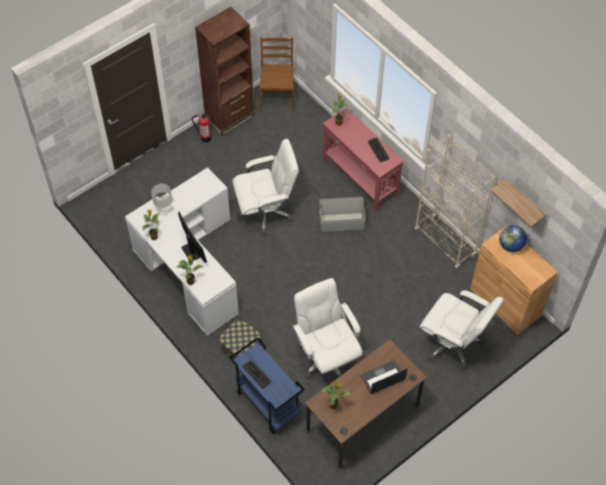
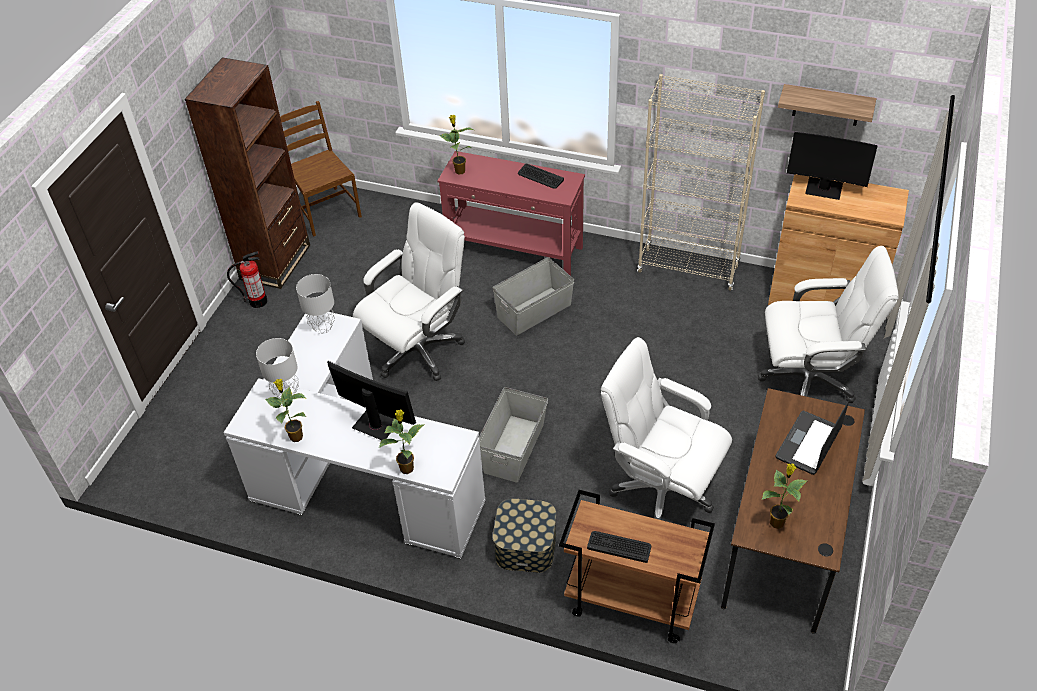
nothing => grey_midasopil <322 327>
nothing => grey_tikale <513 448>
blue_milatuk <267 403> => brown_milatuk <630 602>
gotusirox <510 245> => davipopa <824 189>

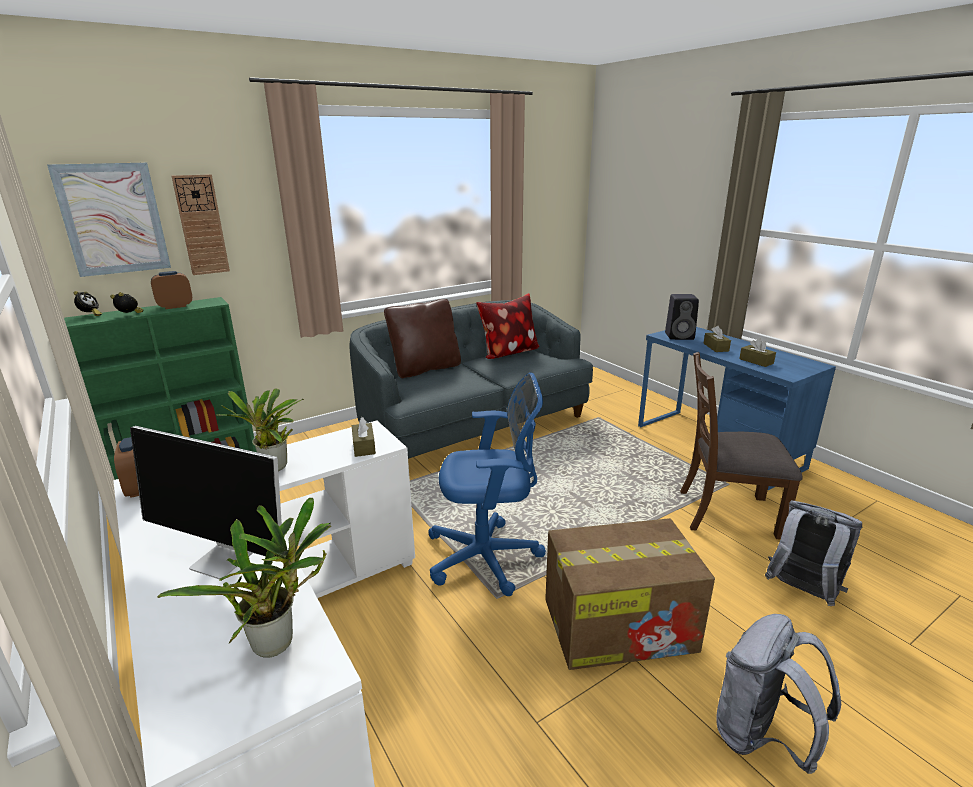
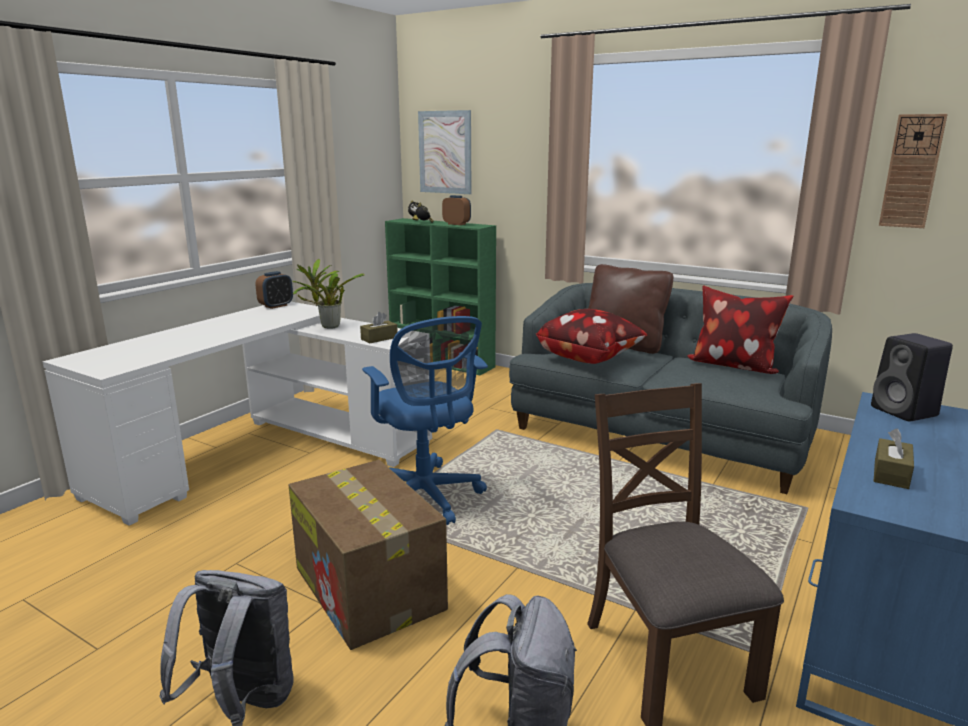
nothing => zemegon <589 358>
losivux <201 225> => losivux <911 171>, moved
davipopa <225 559> => nothing
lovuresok <279 641> => nothing
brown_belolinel <716 347> => nothing

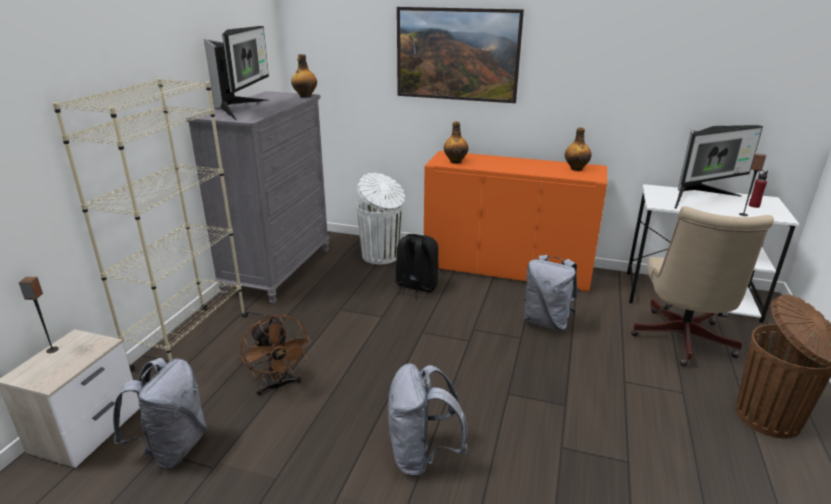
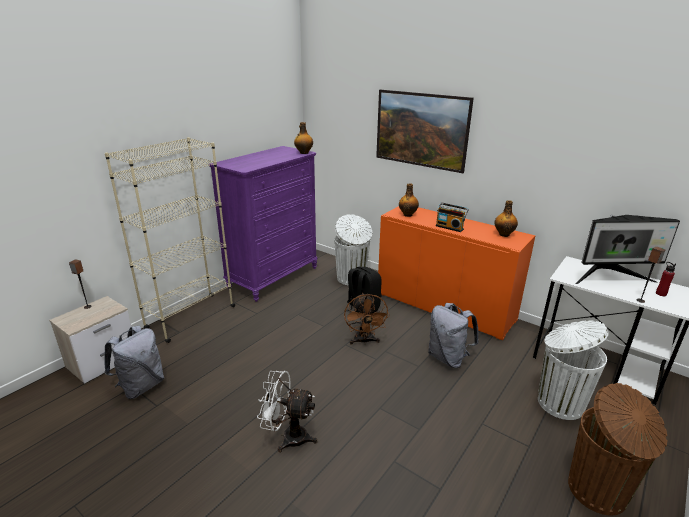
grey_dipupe <278 271> => purple_dipupe <273 277>
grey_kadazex <422 456> => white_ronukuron <288 437>
brown_ronukuron <278 386> => brown_ronukuron <364 341>, moved
nothing => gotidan <450 227>
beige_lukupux <681 342> => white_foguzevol <558 403>
davipopa <242 109> => nothing

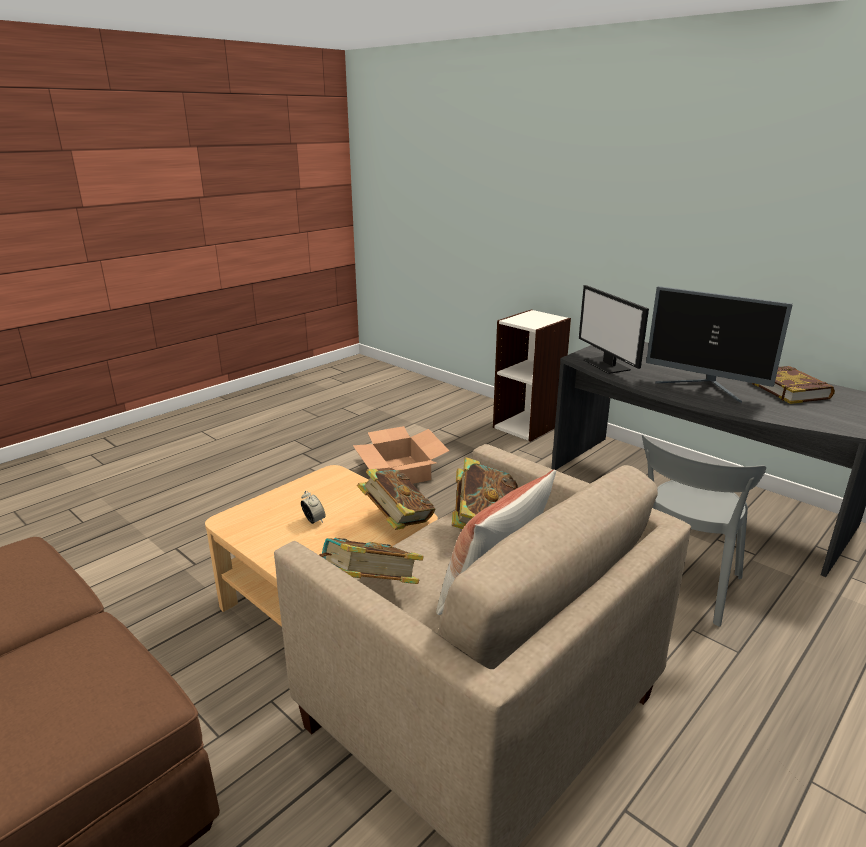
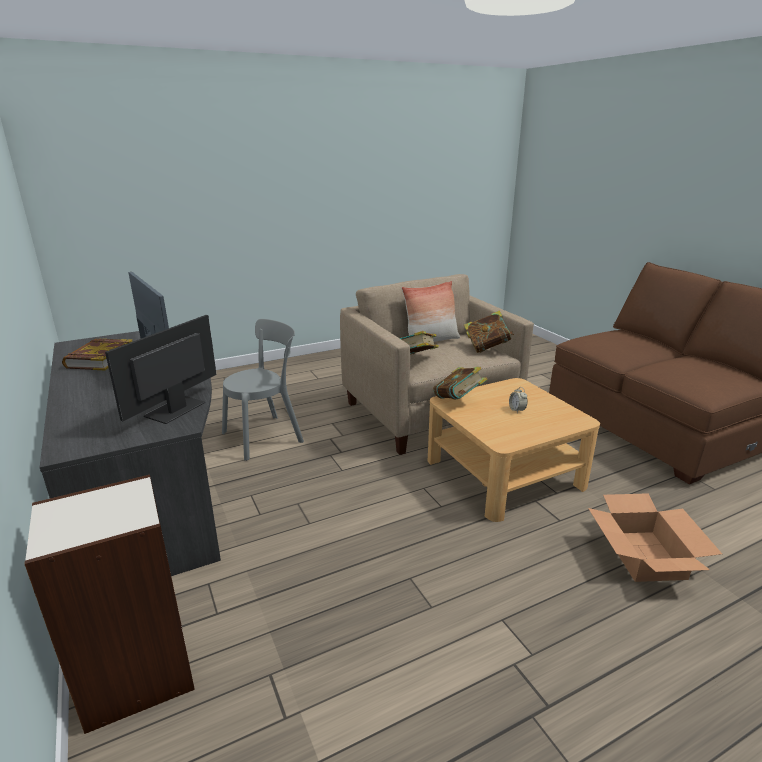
davipopa <607 365> => davipopa <175 410>, 150 degrees counterclockwise
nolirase <401 471> => nolirase <644 555>, moved

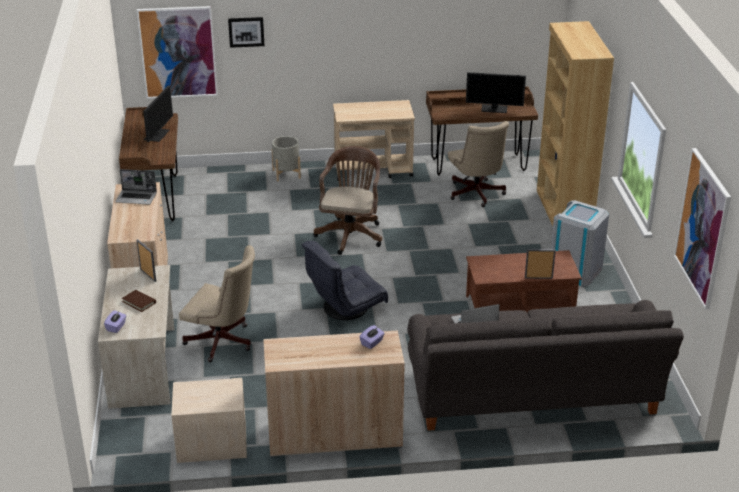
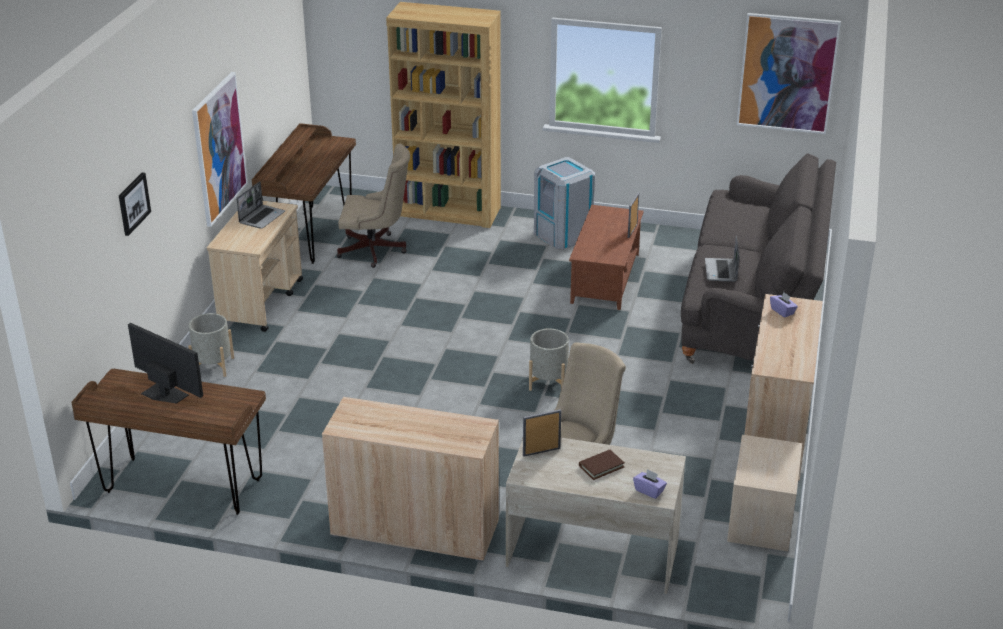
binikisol <178 52> => binikisol <219 148>, moved
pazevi <137 198> => pazevi <262 217>, moved
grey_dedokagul <345 307> => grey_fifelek <548 382>
brown_lukupux <350 234> => nothing
davipopa <494 109> => nothing

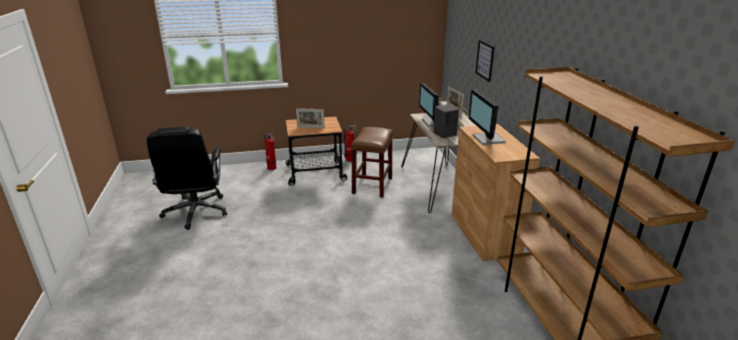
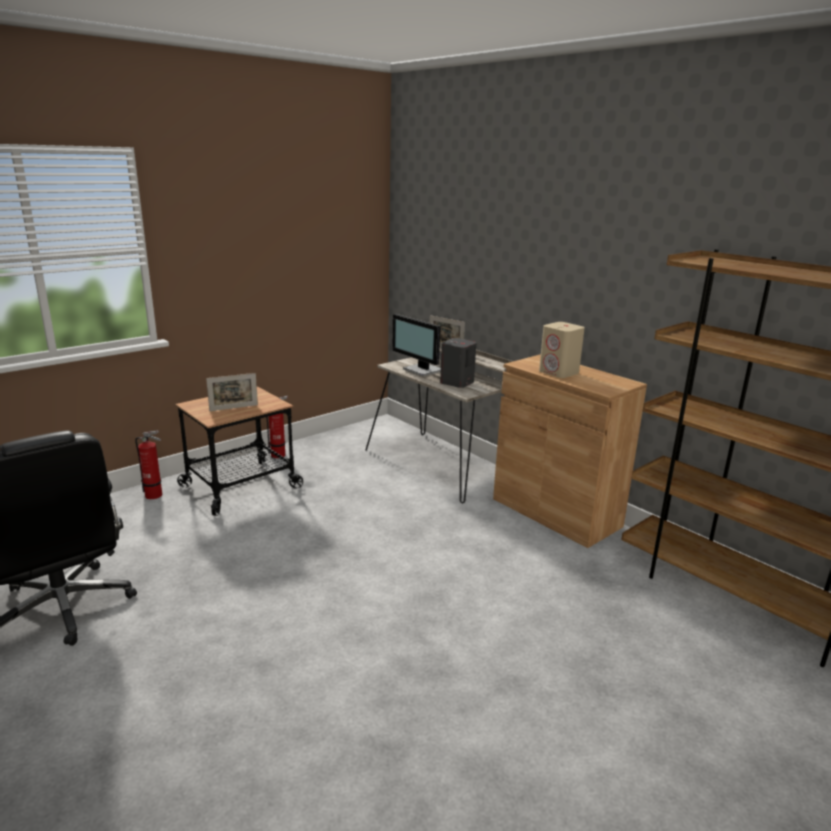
davipopa <487 139> => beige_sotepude <559 372>
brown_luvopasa <372 185> => nothing
binikisol <485 60> => nothing

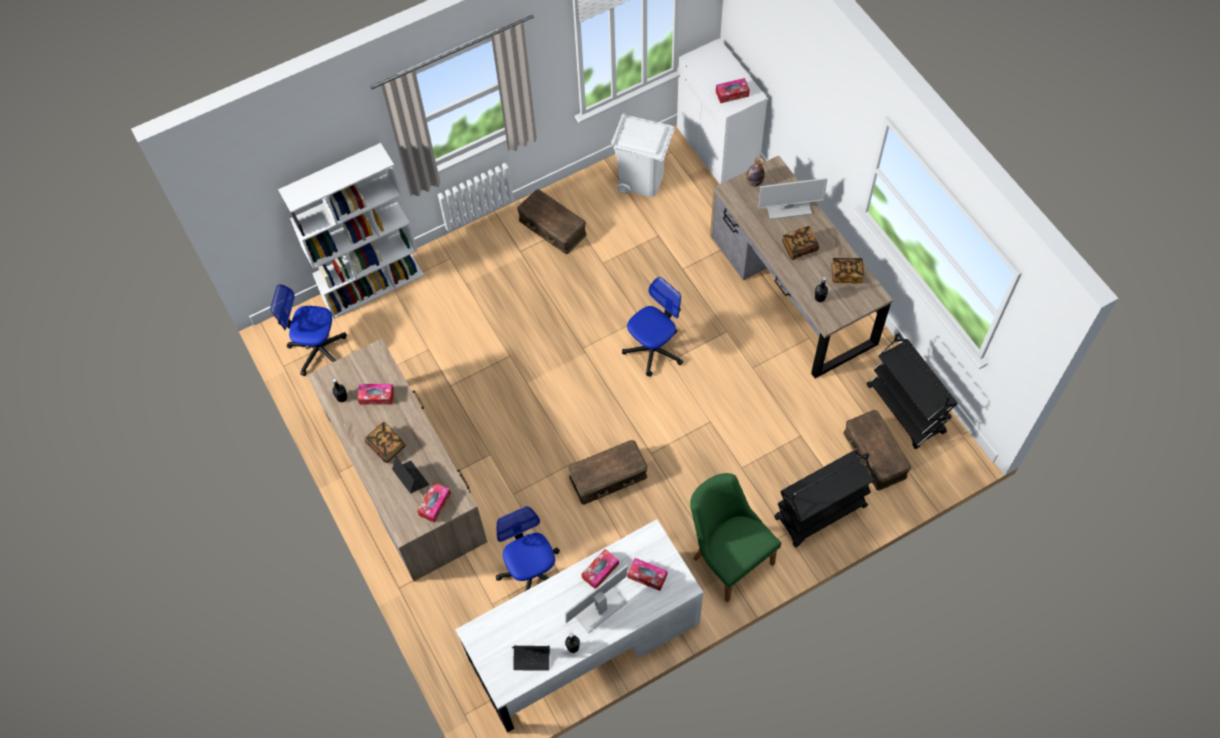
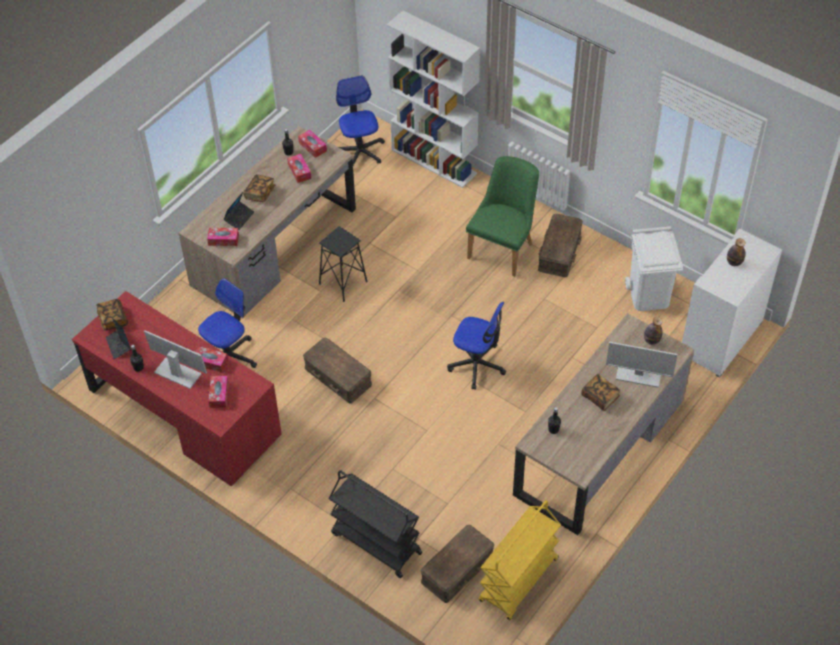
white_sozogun <584 641> => red_sozogun <184 412>
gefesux <846 274> => gefesux <113 319>, moved
belolinel <732 94> => belolinel <312 147>, moved
nothing => black_luvopasa <343 283>
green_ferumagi <727 556> => green_ferumagi <504 247>, moved
black_milatuk <906 409> => yellow_milatuk <519 581>
davipopa <788 208> => davipopa <638 375>, 45 degrees counterclockwise
nothing => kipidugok <734 262>

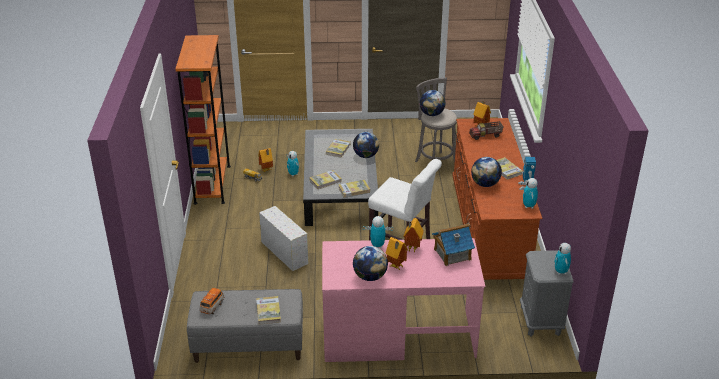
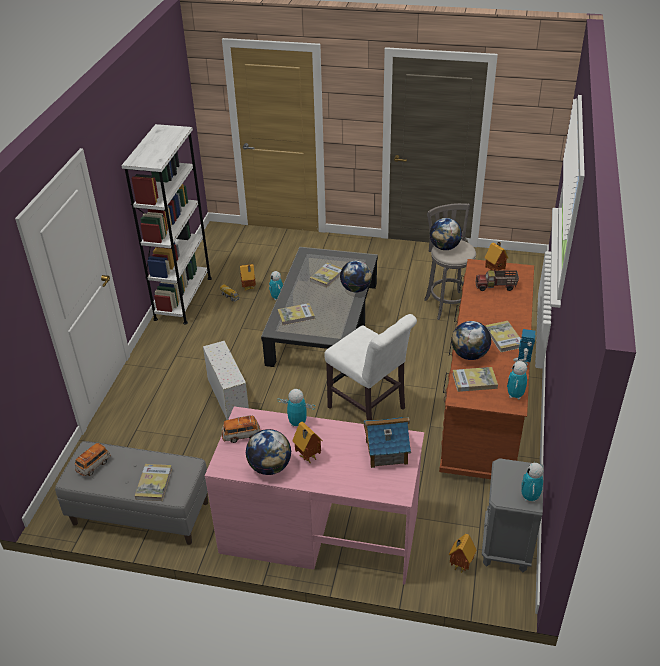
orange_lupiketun <212 184> => white_lupiketun <183 298>
nothing => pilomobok <241 435>
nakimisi <411 248> => nakimisi <459 565>, moved
gefesux <354 190> => gefesux <474 381>, moved

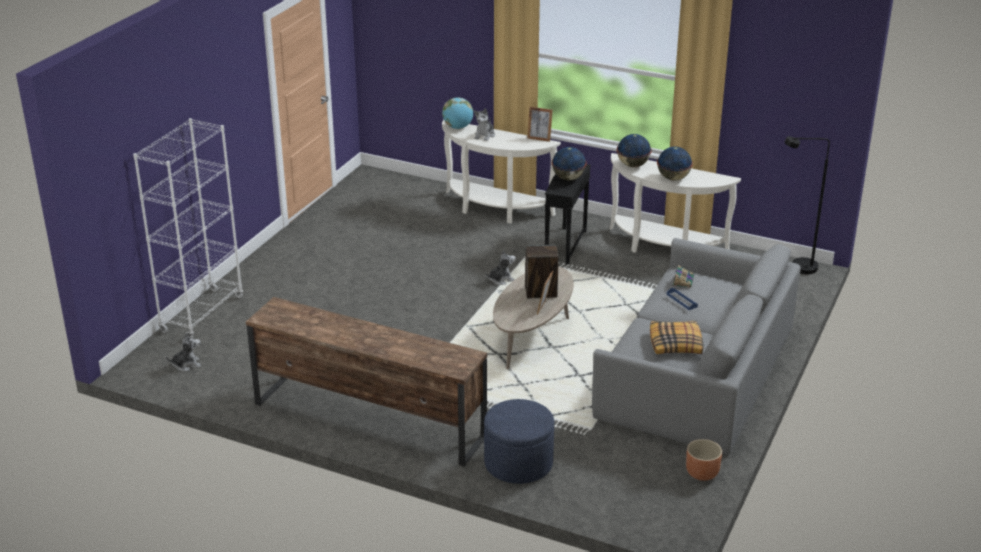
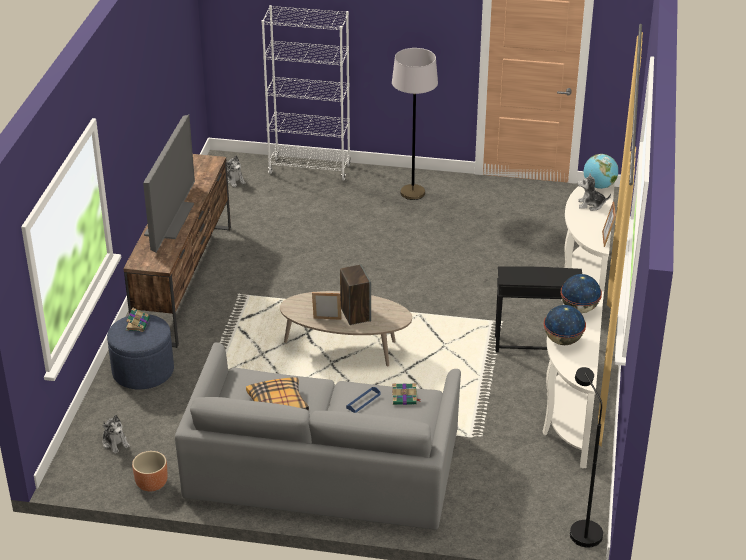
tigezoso <501 280> => tigezoso <115 443>, moved
nothing => gefesux <138 324>
nothing => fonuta <170 219>
nothing => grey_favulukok <412 193>
gotusirox <568 178> => nothing

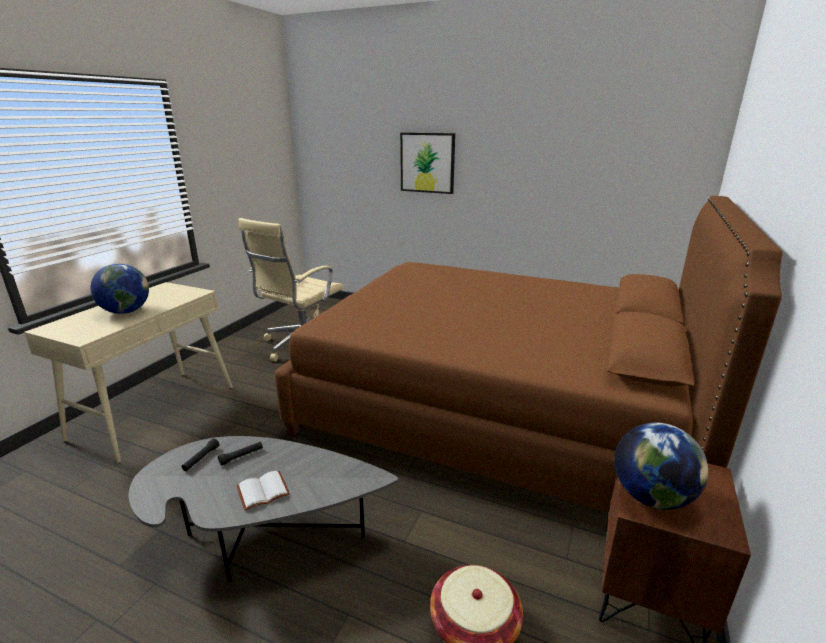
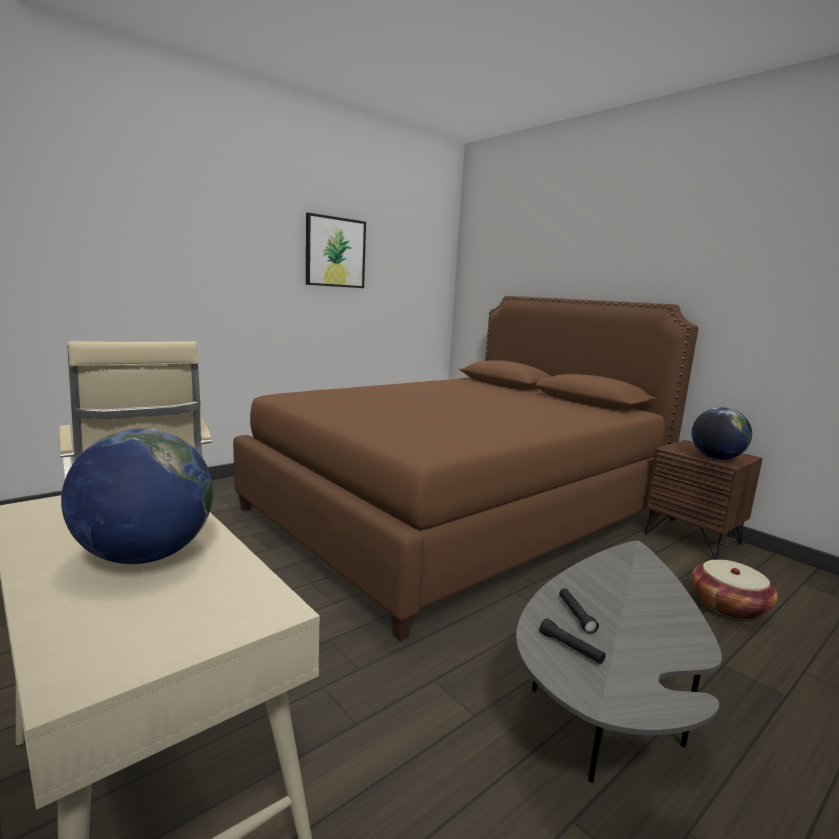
binikisol <427 163> => binikisol <335 252>, moved
white_gefesux <263 490> => nothing

